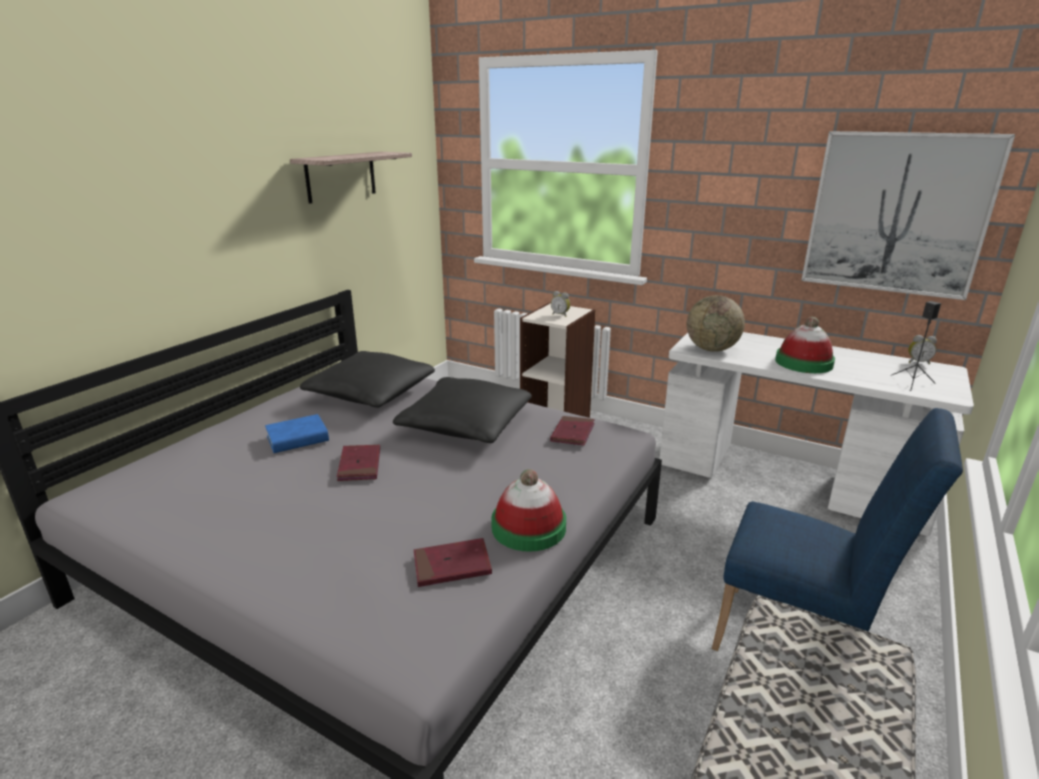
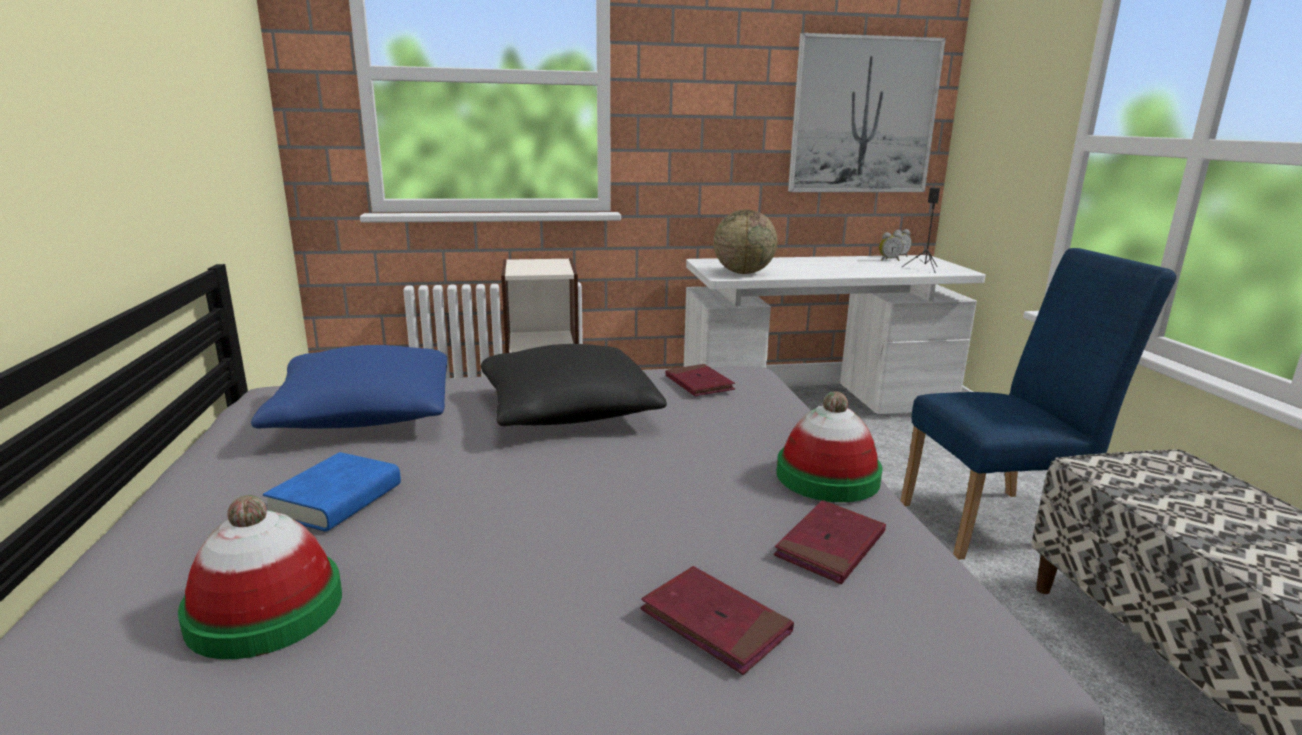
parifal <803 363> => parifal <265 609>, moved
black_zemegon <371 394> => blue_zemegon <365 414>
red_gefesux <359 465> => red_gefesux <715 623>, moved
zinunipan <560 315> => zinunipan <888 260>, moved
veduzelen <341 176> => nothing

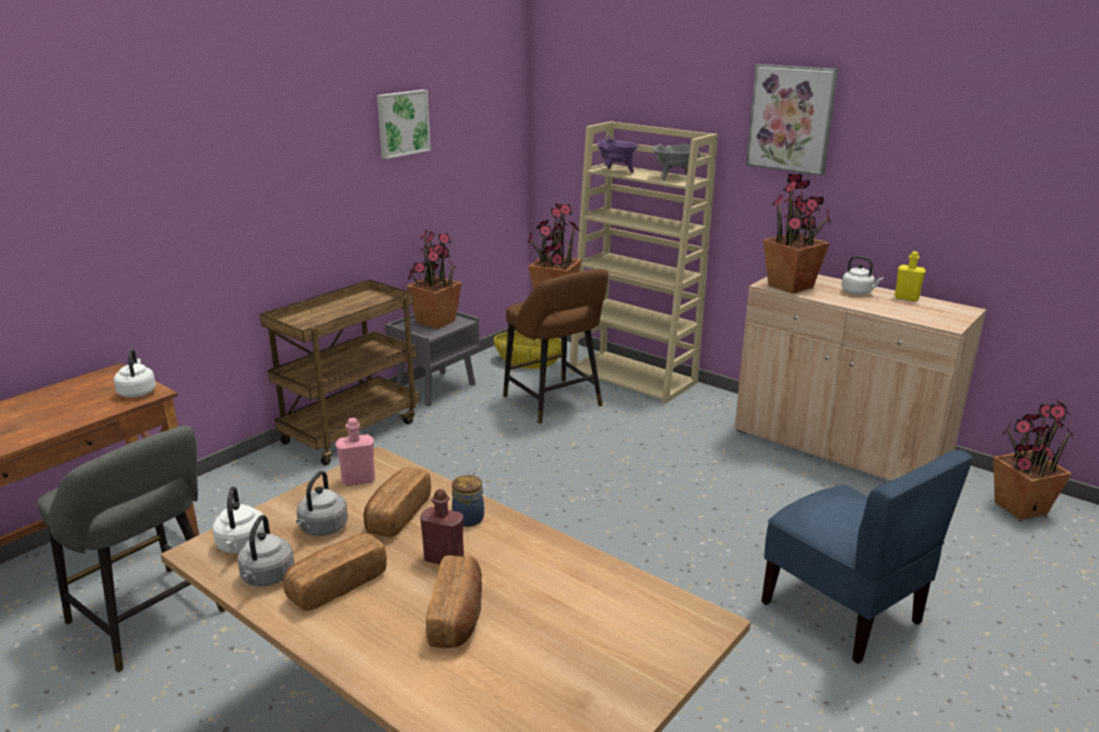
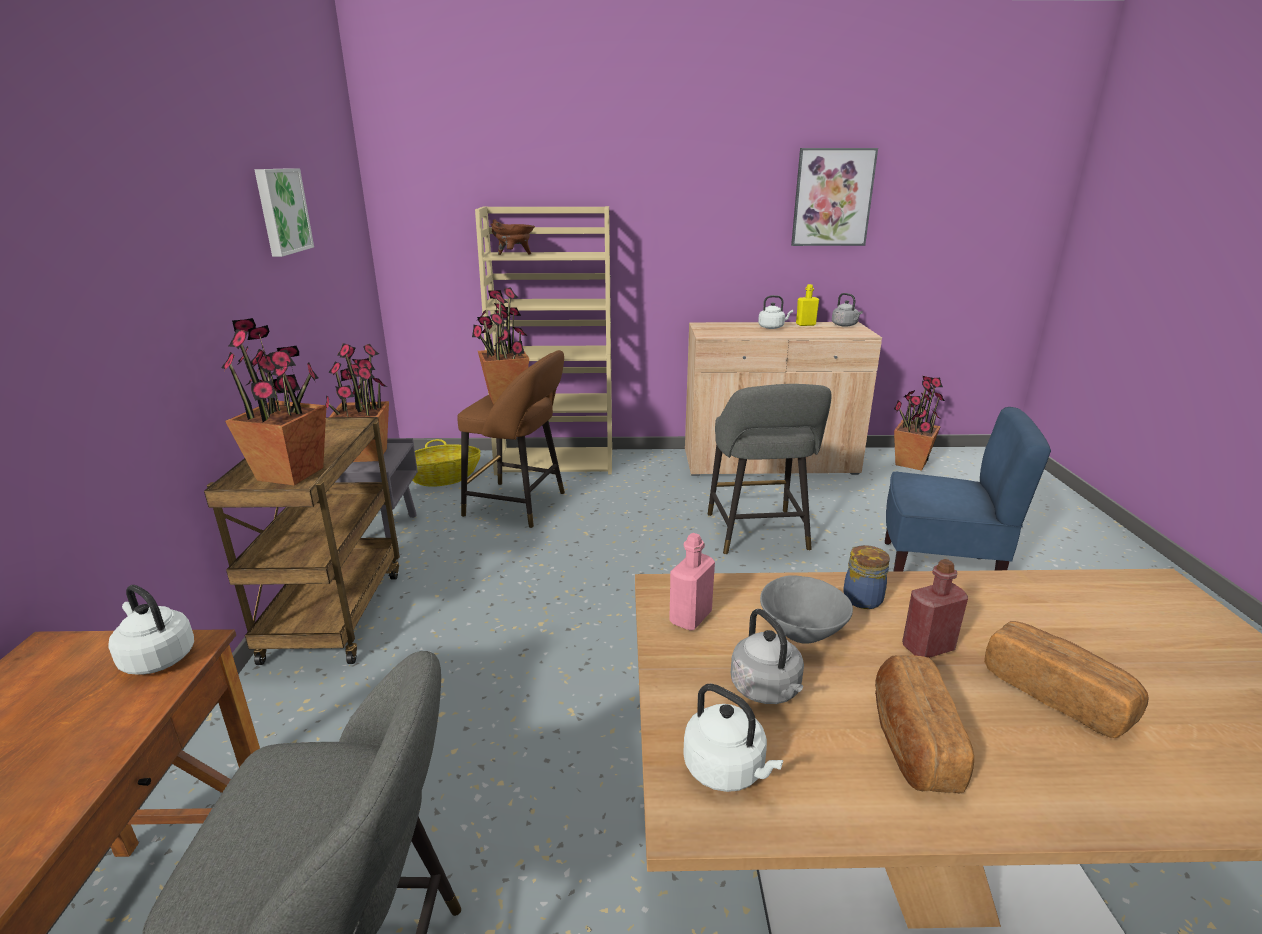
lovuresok <791 286> => lovuresok <291 474>, moved
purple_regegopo <616 171> => brown_regegopo <514 255>
nothing => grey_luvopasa <758 535>
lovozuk <397 515> => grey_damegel <802 631>
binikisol <791 119> => binikisol <832 197>, moved
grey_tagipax <267 578> => grey_tagipax <845 325>, moved
grey_regegopo <672 177> => nothing

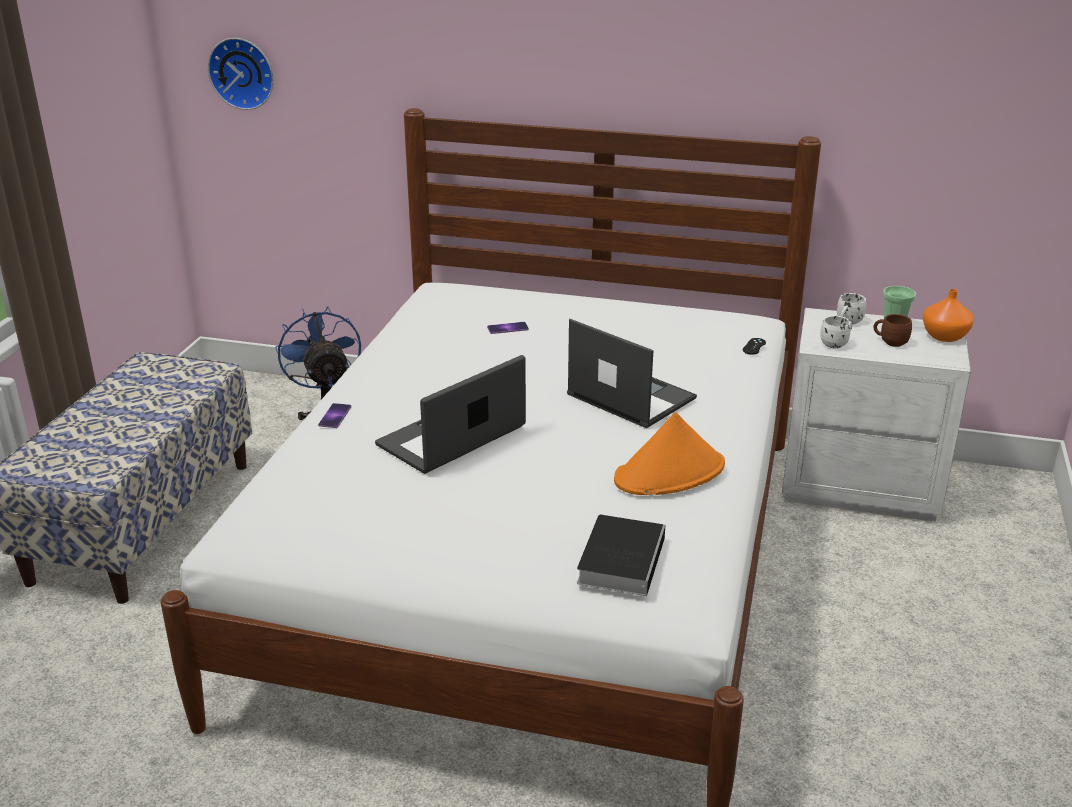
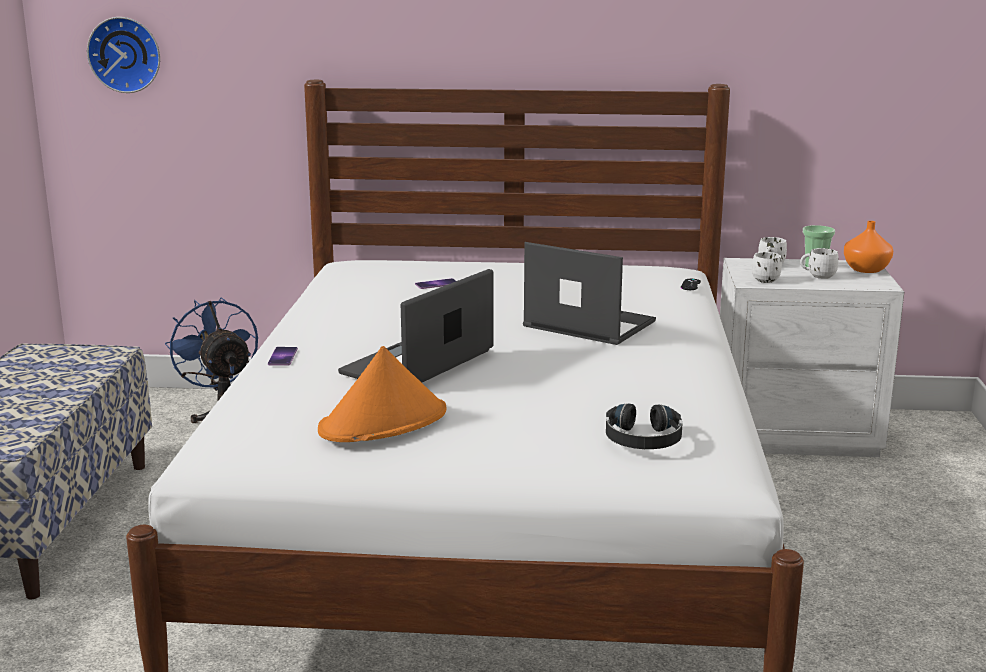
orange_parifal <670 473> => orange_parifal <384 422>, moved
gefesux <621 558> => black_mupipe <643 439>
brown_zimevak <890 342> => white_zimevak <817 276>

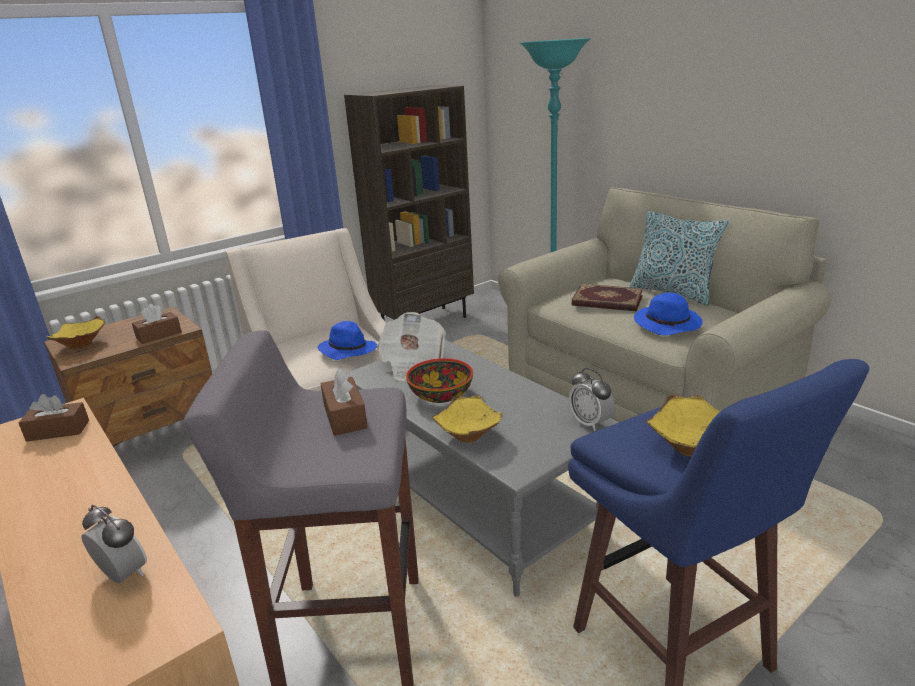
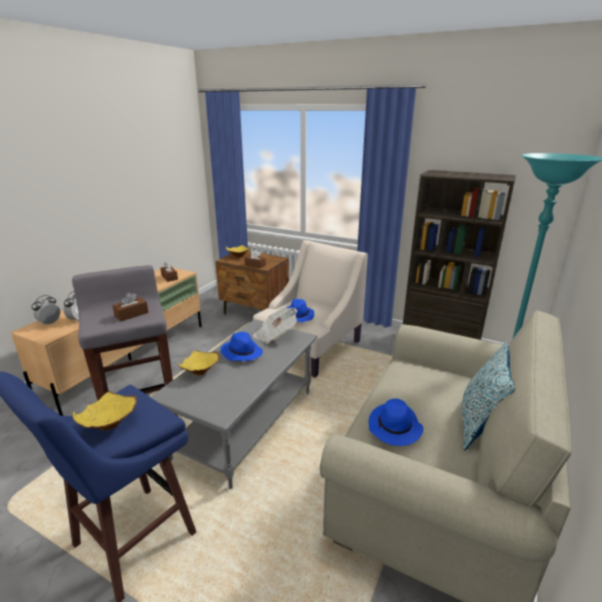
zinunipan <590 423> => zinunipan <49 323>, moved
damegel <441 395> => blue_parifal <241 352>
gefesux <607 301> => nothing

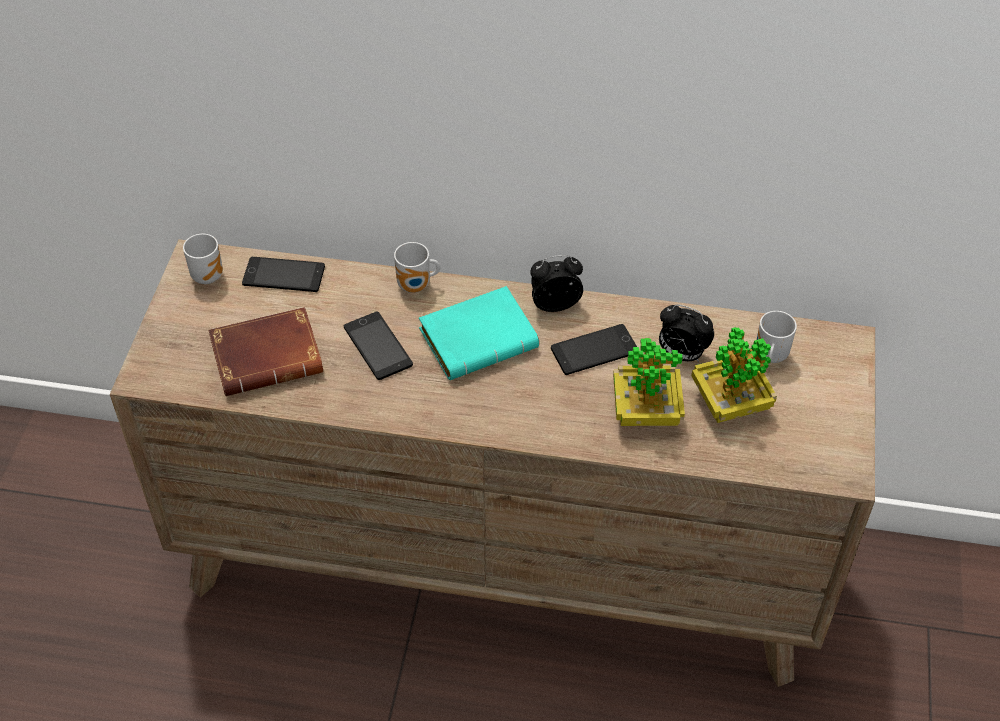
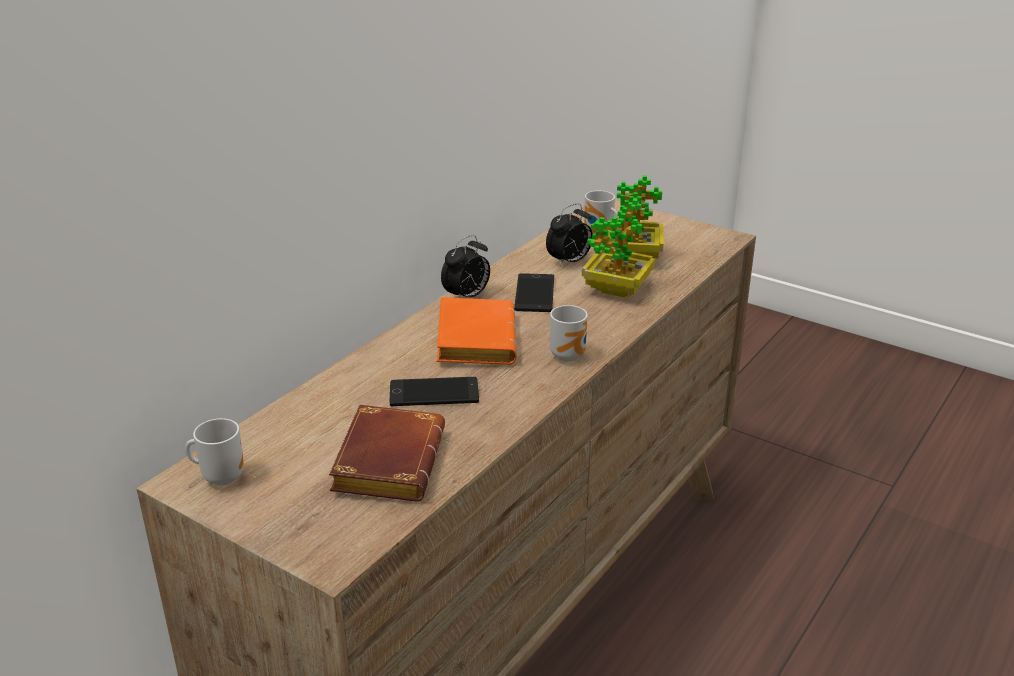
turquoise_gefesux <480 337> => orange_gefesux <472 339>
zinunipan <555 304> => zinunipan <467 297>, 150 degrees counterclockwise
zimevak <416 287> => zimevak <570 355>, moved
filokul <284 275> => nothing

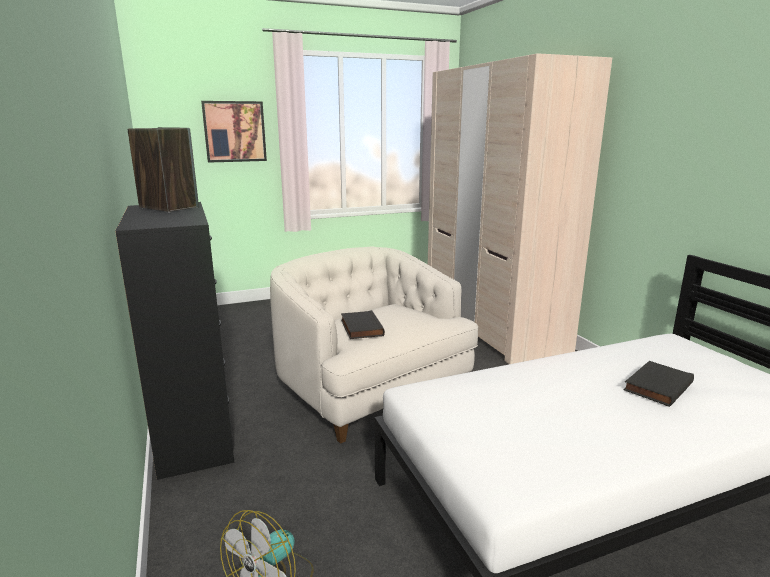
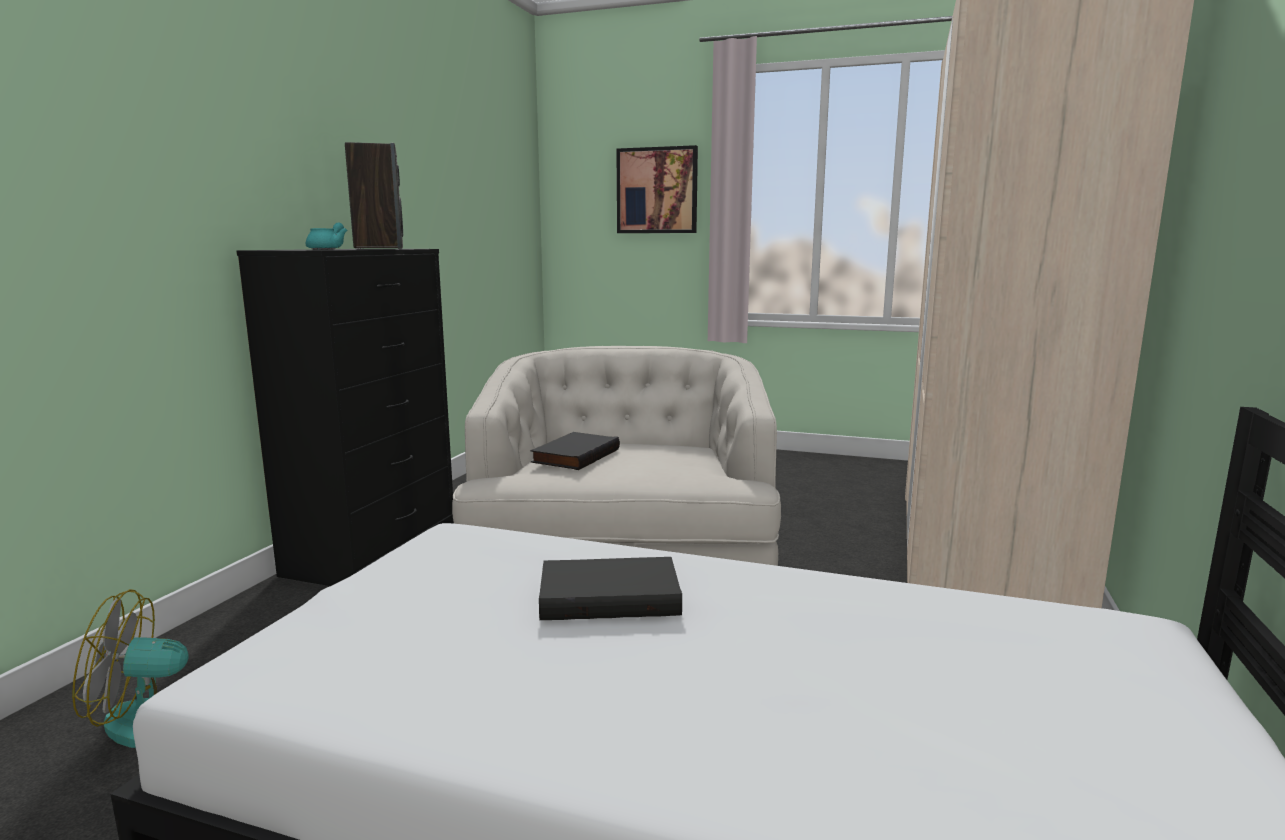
nothing => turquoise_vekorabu <328 249>
black_gefesux <656 386> => black_gefesux <610 595>, moved

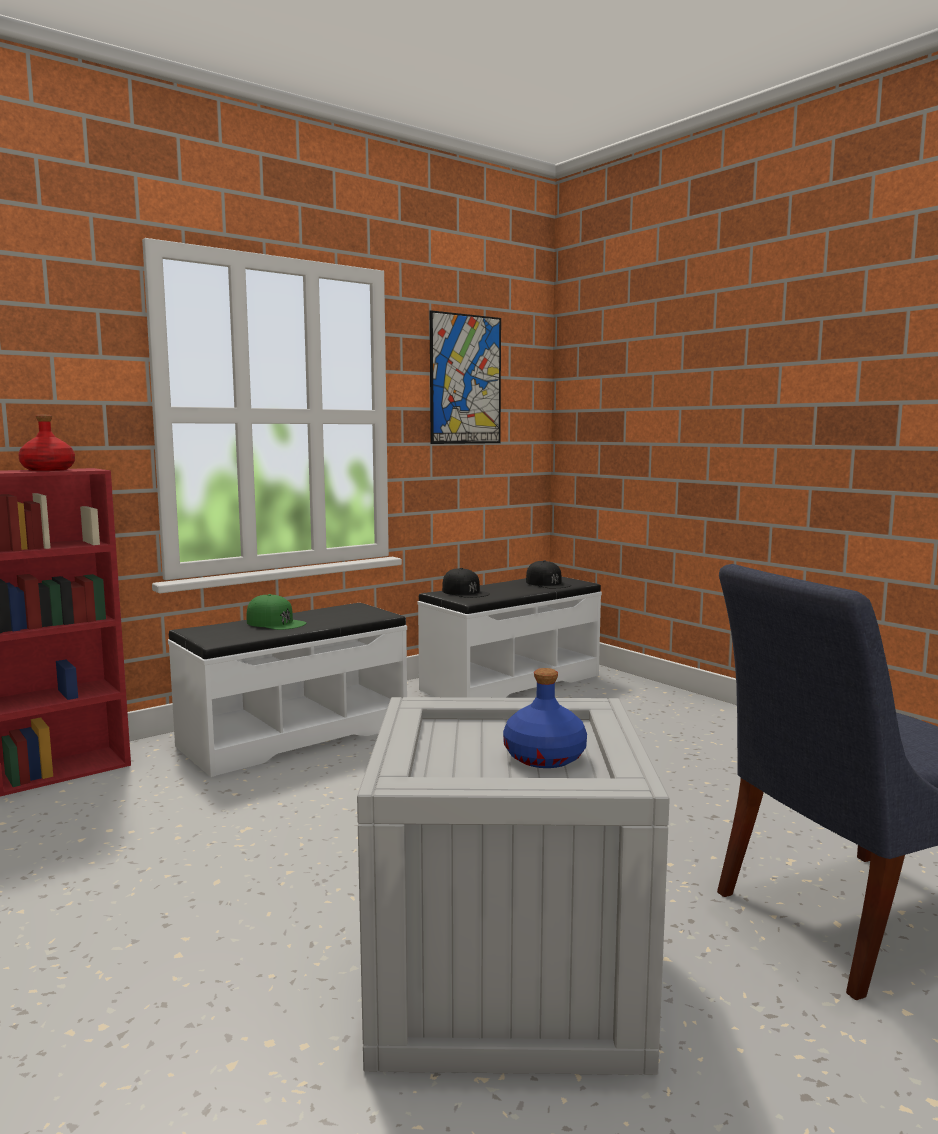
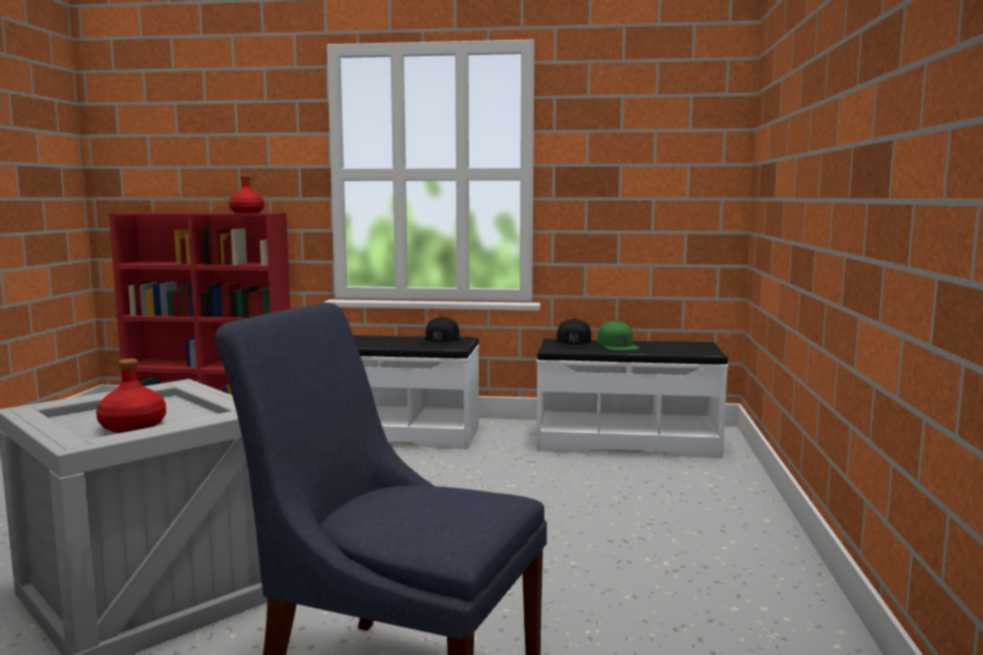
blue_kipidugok <544 757> => red_kipidugok <132 427>
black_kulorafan <547 583> => black_kulorafan <441 340>, moved
green_kulorafan <275 623> => green_kulorafan <617 345>, moved
binikisol <465 379> => nothing

